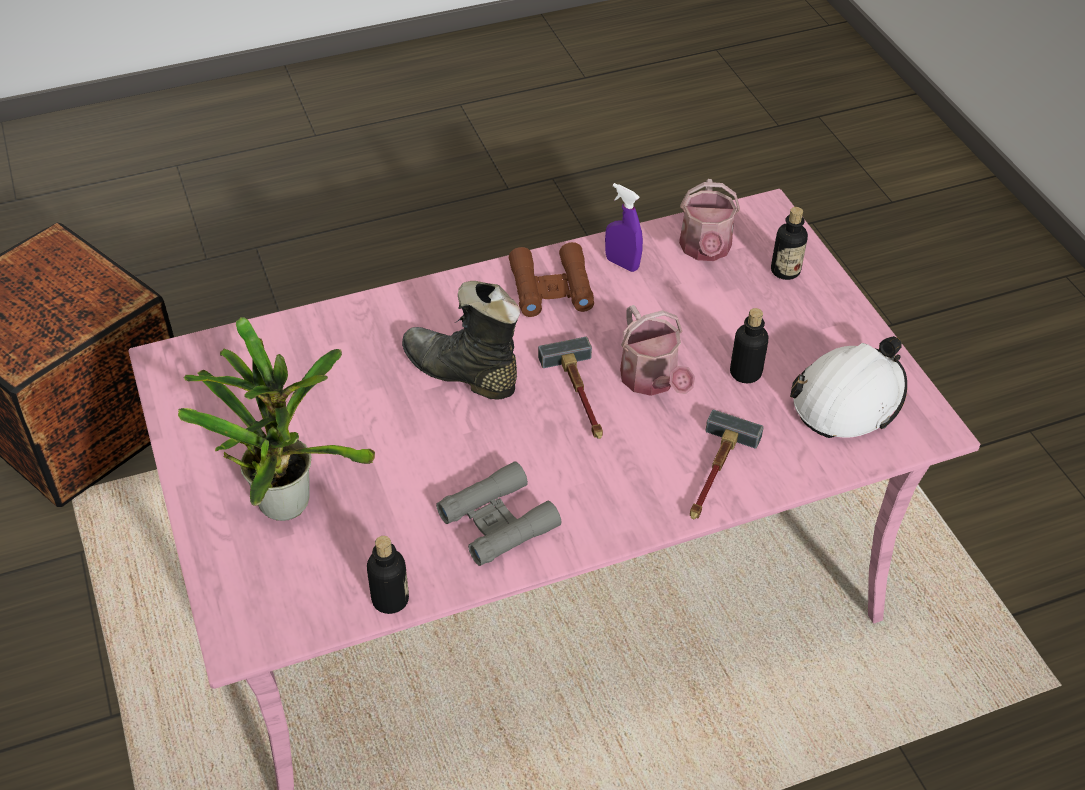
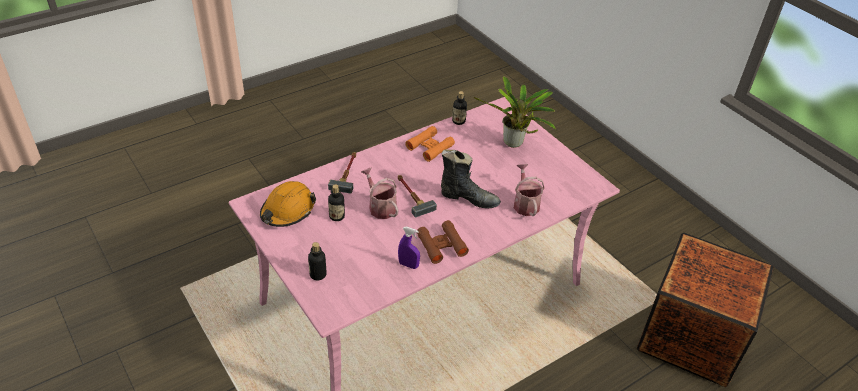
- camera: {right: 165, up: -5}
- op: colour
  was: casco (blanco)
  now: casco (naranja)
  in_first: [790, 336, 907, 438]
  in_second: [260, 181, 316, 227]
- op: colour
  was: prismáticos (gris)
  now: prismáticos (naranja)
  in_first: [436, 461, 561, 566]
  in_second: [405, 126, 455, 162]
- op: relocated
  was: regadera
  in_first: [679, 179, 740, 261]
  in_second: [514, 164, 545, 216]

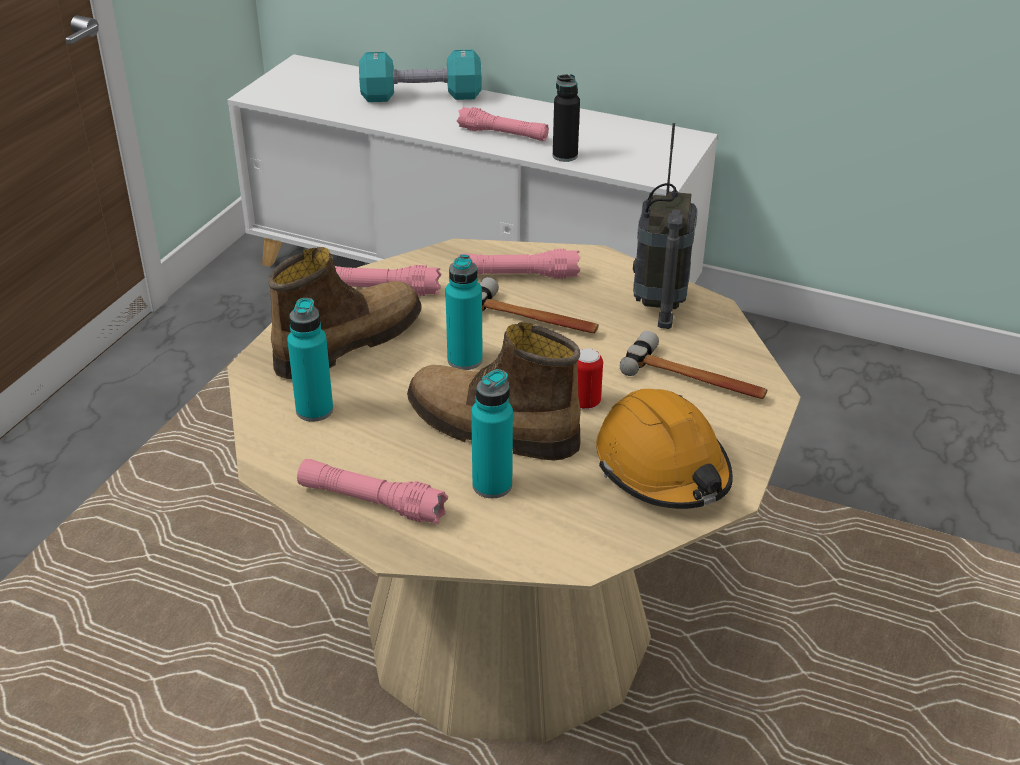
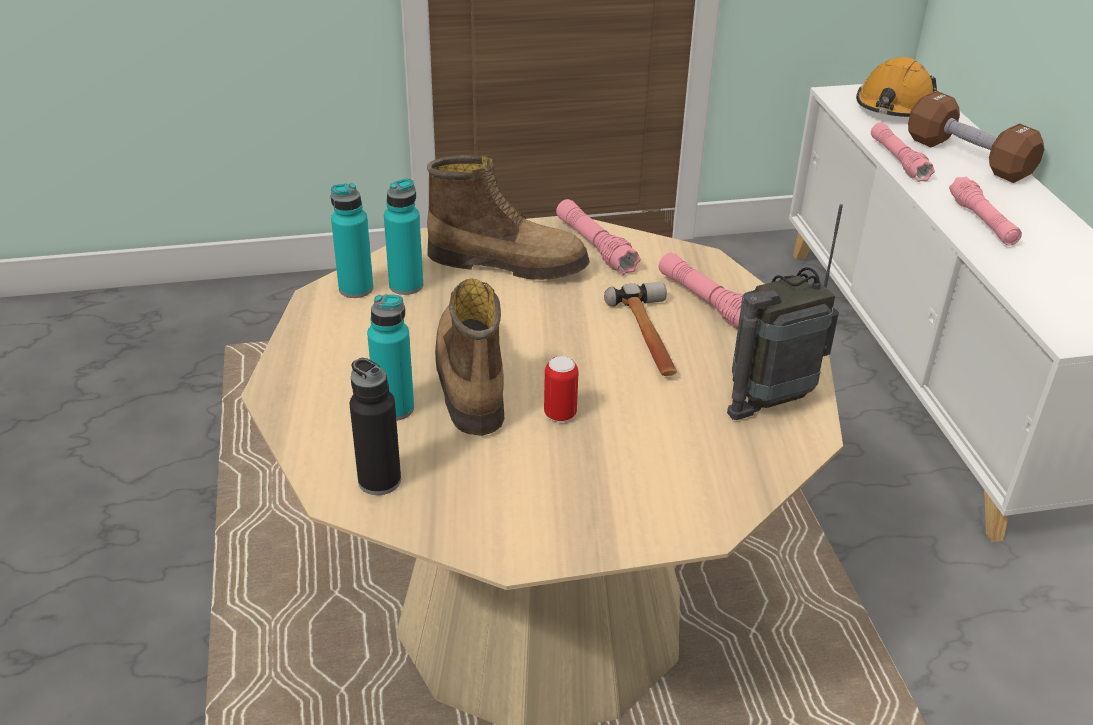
- camera: {right: 55, up: 0}
- op: relocated
  was: botella (turquesa)
  in_first: [445, 254, 483, 370]
  in_second: [331, 183, 373, 298]
- op: relocated
  was: botella (negro)
  in_first: [553, 74, 580, 162]
  in_second: [349, 358, 401, 495]
- op: relocated
  was: casco (naranja)
  in_first: [596, 389, 733, 509]
  in_second: [856, 57, 937, 117]
- op: relocated
  was: linterna (rosa)
  in_first: [297, 459, 448, 524]
  in_second: [871, 123, 935, 182]
- op: colour
  was: mancuerna (turquesa)
  now: mancuerna (marrón)
  in_first: [359, 50, 482, 102]
  in_second: [908, 91, 1044, 183]
- op: missing
  was: martillo
  in_first: [620, 331, 767, 399]

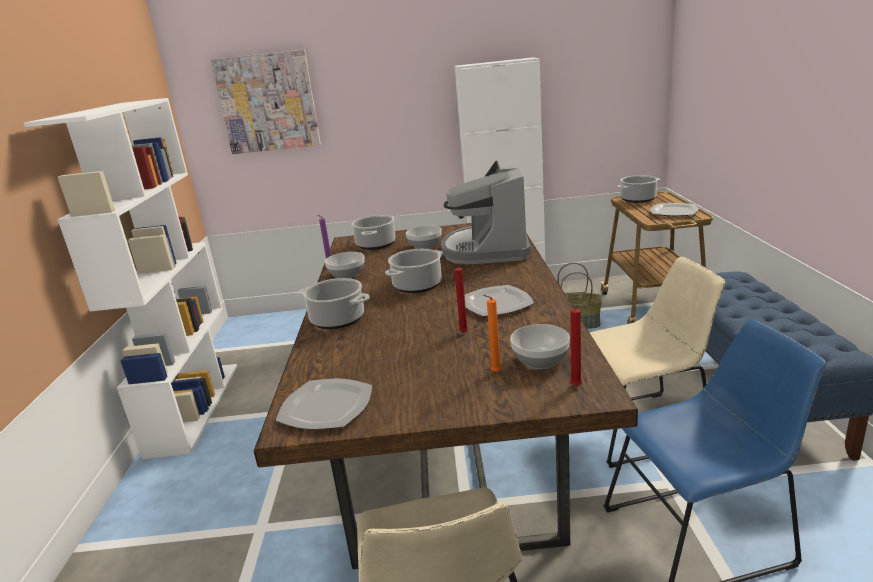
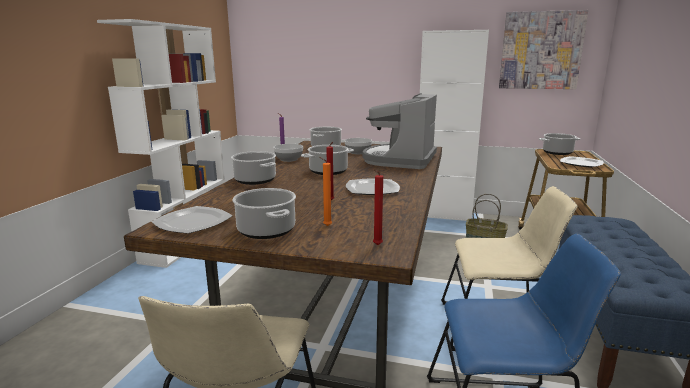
- camera: {right: 15, up: -5}
- op: appeared
  now: olla
  in_second: [232, 188, 296, 239]
- op: relocated
  was: cuadro
  in_first: [211, 50, 321, 154]
  in_second: [499, 10, 588, 89]
- op: missing
  was: cuenco
  in_first: [510, 324, 570, 369]

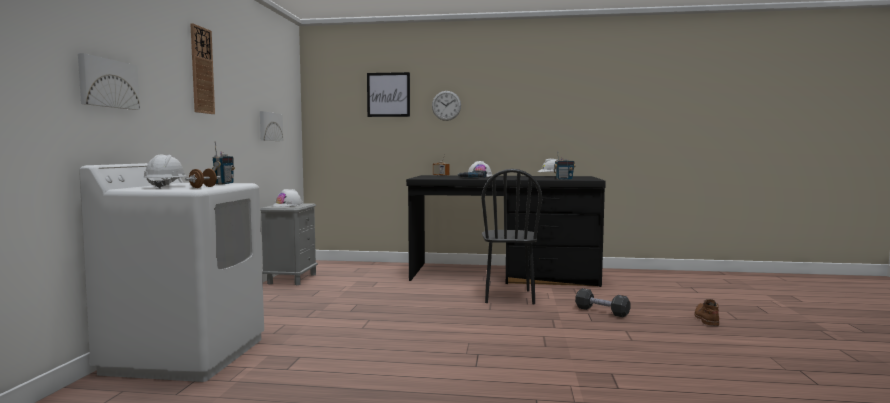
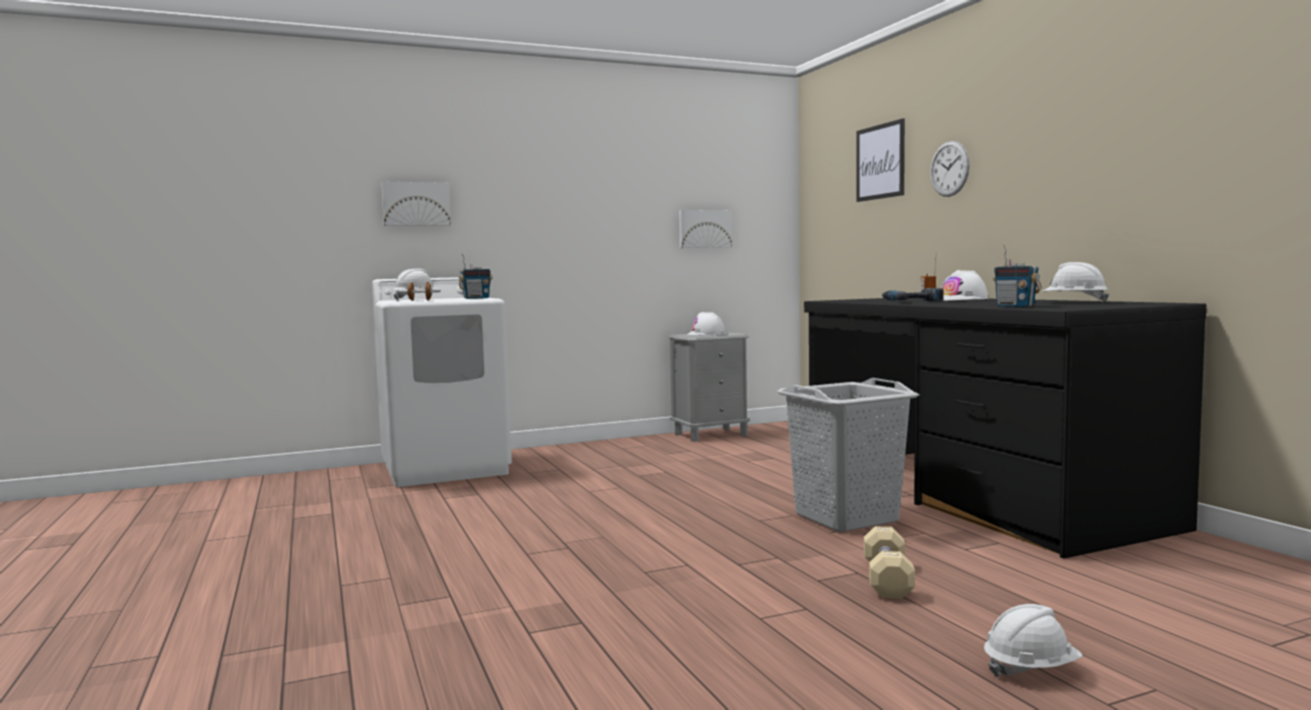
- camera: {right: 60, up: 0}
- op: exchanged
  was: silla (negro)
  now: cesto de la ropa (gris)
  in_first: [481, 169, 542, 304]
  in_second: [777, 378, 919, 532]
- op: colour
  was: mancuerna (negro)
  now: mancuerna (beis)
  in_first: [575, 288, 631, 317]
  in_second: [864, 526, 915, 599]
- op: exchanged
  was: bota (marrón)
  now: casco (blanco)
  in_first: [694, 299, 719, 326]
  in_second: [984, 604, 1082, 677]
- op: missing
  was: reloj de pared
  in_first: [190, 23, 215, 114]

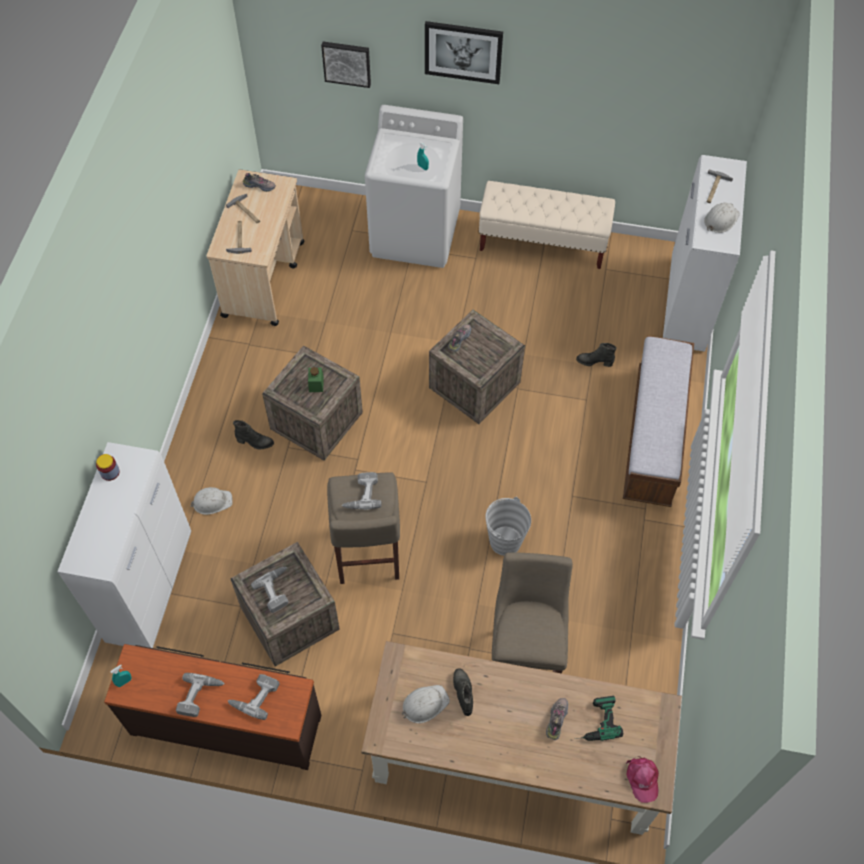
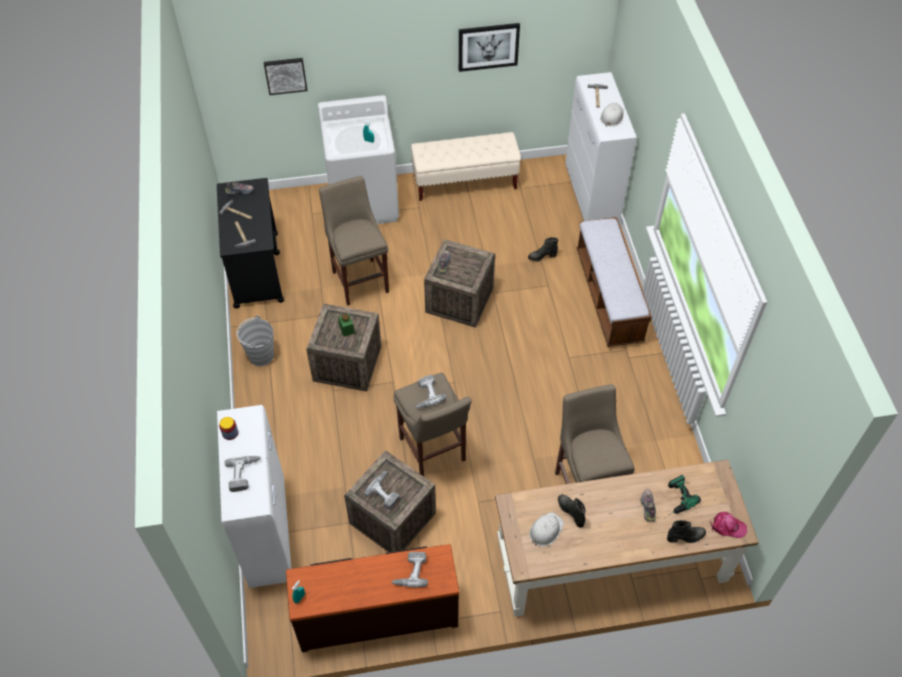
- camera: {right: -20, up: -5}
- op: colour
  was: carrito (beis)
  now: carrito (negro)
  in_first: [207, 170, 304, 326]
  in_second: [217, 178, 284, 309]
- op: relocated
  was: taladro
  in_first: [176, 673, 224, 717]
  in_second: [225, 456, 261, 492]
- op: relocated
  was: cubo (gris)
  in_first: [485, 497, 531, 556]
  in_second: [237, 316, 274, 366]
- op: appeared
  now: taburete (beis)
  in_second: [319, 176, 389, 306]
- op: relocated
  was: cuadro
  in_first: [425, 21, 503, 84]
  in_second: [459, 23, 520, 72]
- op: relocated
  was: bota (negro)
  in_first: [233, 420, 274, 450]
  in_second: [667, 520, 706, 543]
- op: spun
  was: gorra (rosa)
  in_first: [626, 756, 659, 803]
  in_second: [710, 512, 747, 538]
  clockwise: -45
- op: missing
  was: casco (blanco)
  in_first: [190, 487, 233, 515]

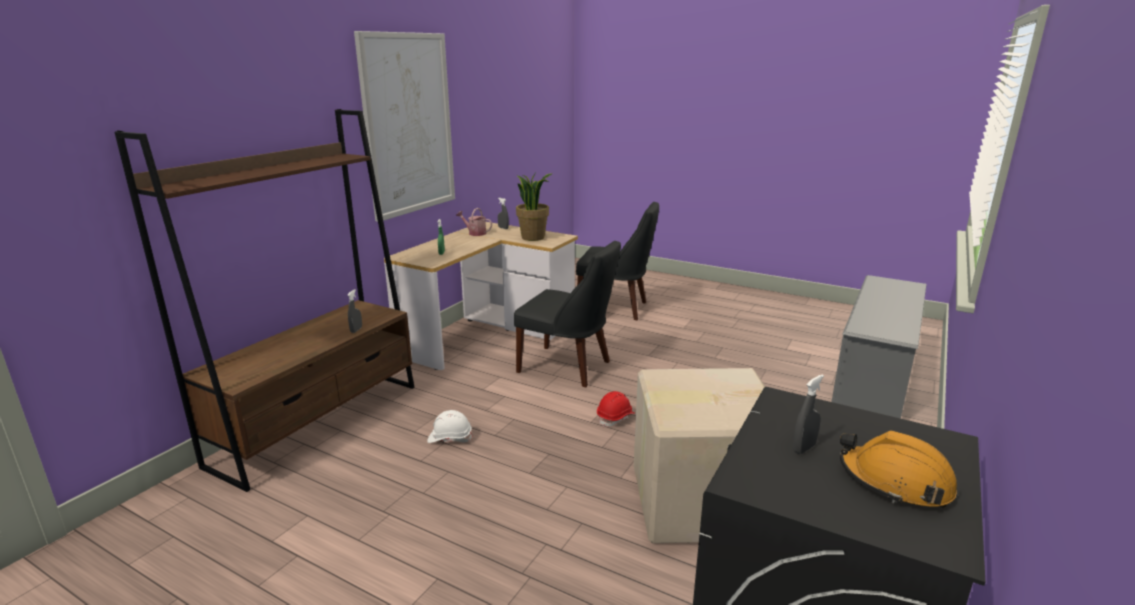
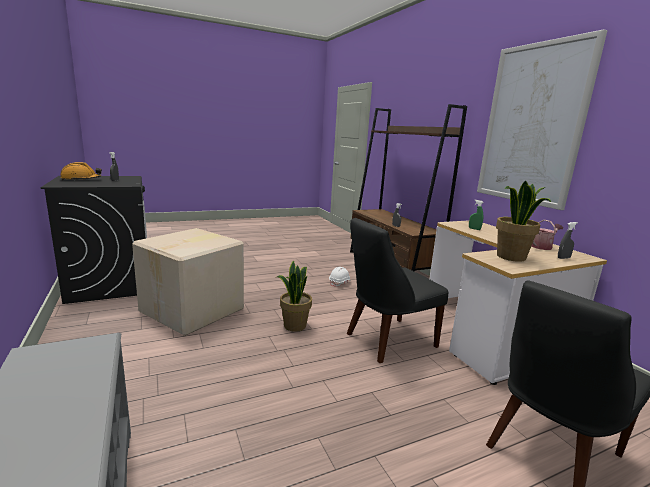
- camera: {right: 125, up: -5}
- op: exchanged
  was: casco (rojo)
  now: planta en maceta
  in_first: [597, 391, 634, 427]
  in_second: [277, 261, 312, 332]

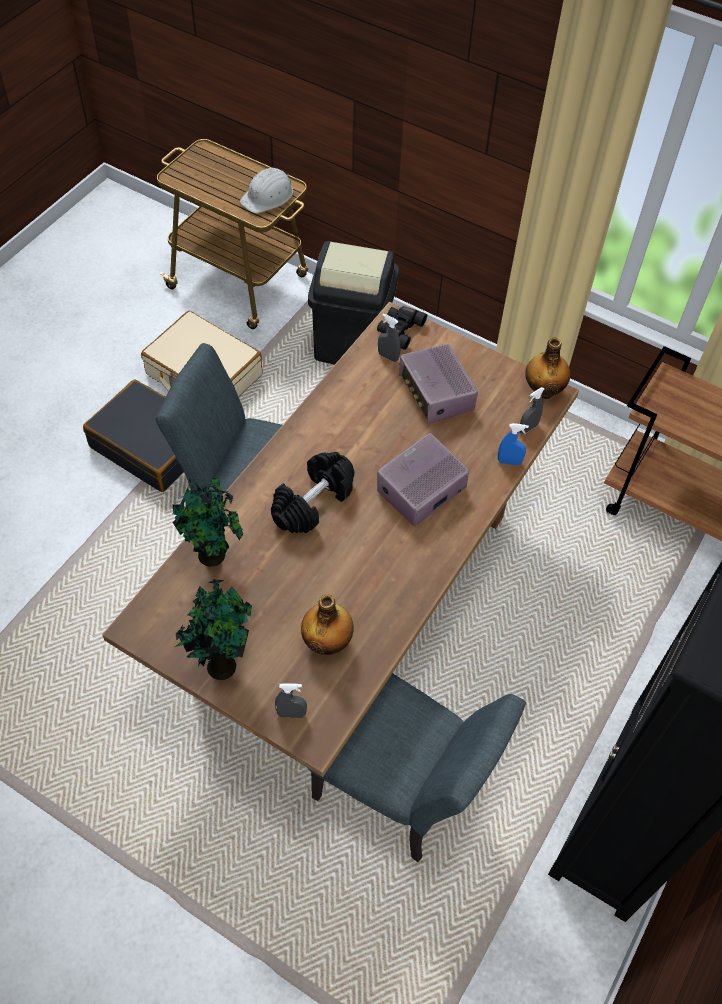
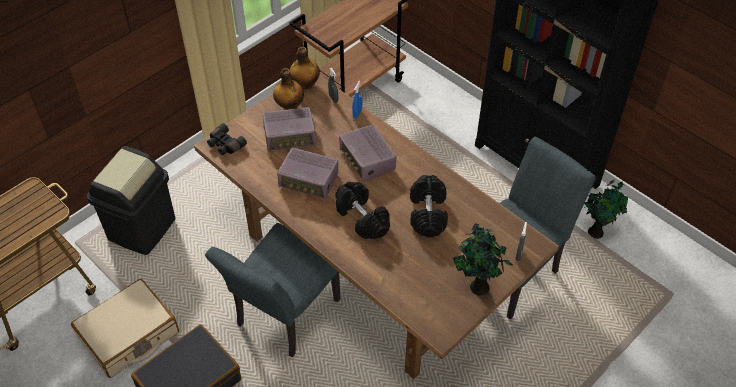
- camera: {right: -75, up: -5}
- op: relocated
  was: botella
  in_first: [301, 594, 354, 655]
  in_second: [273, 68, 304, 110]
- op: appeared
  now: radio
  in_second: [277, 148, 338, 199]
- op: appeared
  now: mancuerna (negro)
  in_second: [410, 175, 448, 238]
- op: relocated
  was: planta en maceta
  in_first: [172, 478, 243, 567]
  in_second: [584, 179, 628, 239]
- op: missing
  was: casco (blanco)
  in_first: [240, 168, 293, 213]
- op: missing
  was: pulverizador (gris)
  in_first: [378, 313, 401, 362]

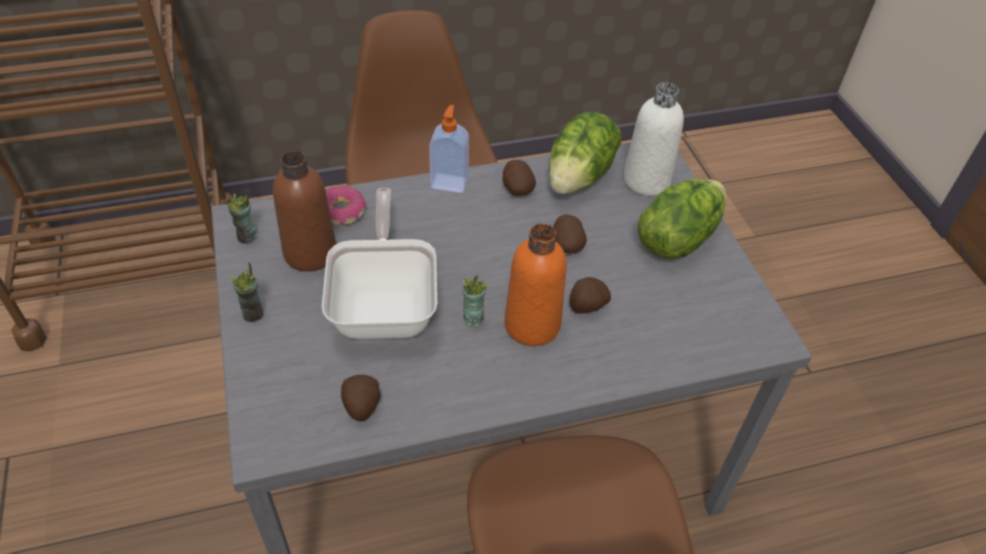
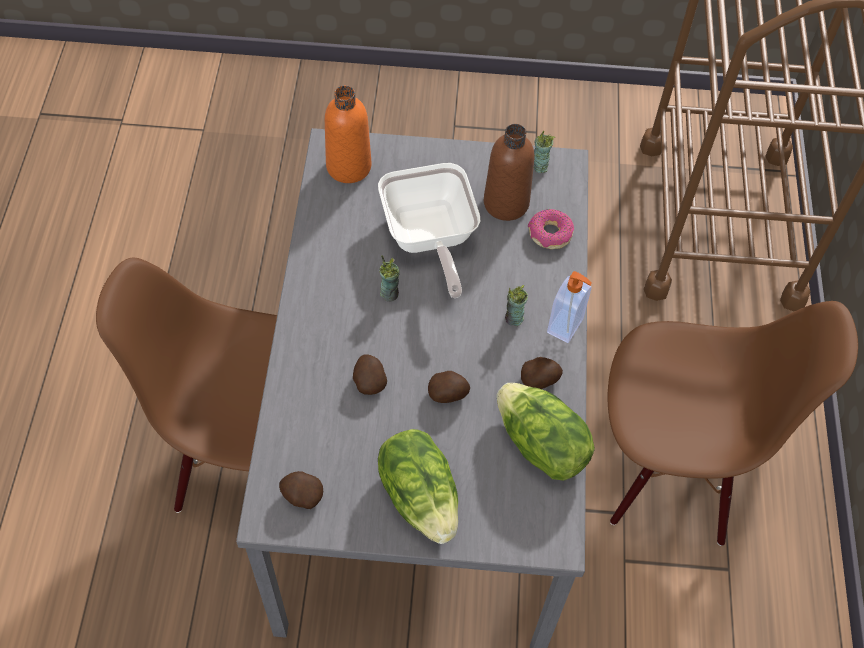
- camera: {right: 110, up: 10}
- op: relocated
  was: patata
  in_first: [341, 375, 381, 421]
  in_second: [279, 471, 323, 509]
- op: relocated
  was: botella (naranja)
  in_first: [505, 224, 567, 346]
  in_second: [325, 86, 371, 183]
- op: spun
  was: sartén
  in_first: [322, 188, 437, 339]
  in_second: [378, 163, 480, 298]
  clockwise: 60
- op: relocated
  was: taza
  in_first: [231, 262, 263, 322]
  in_second: [505, 285, 528, 326]
- op: missing
  was: botella (blanco)
  in_first: [623, 83, 684, 196]

